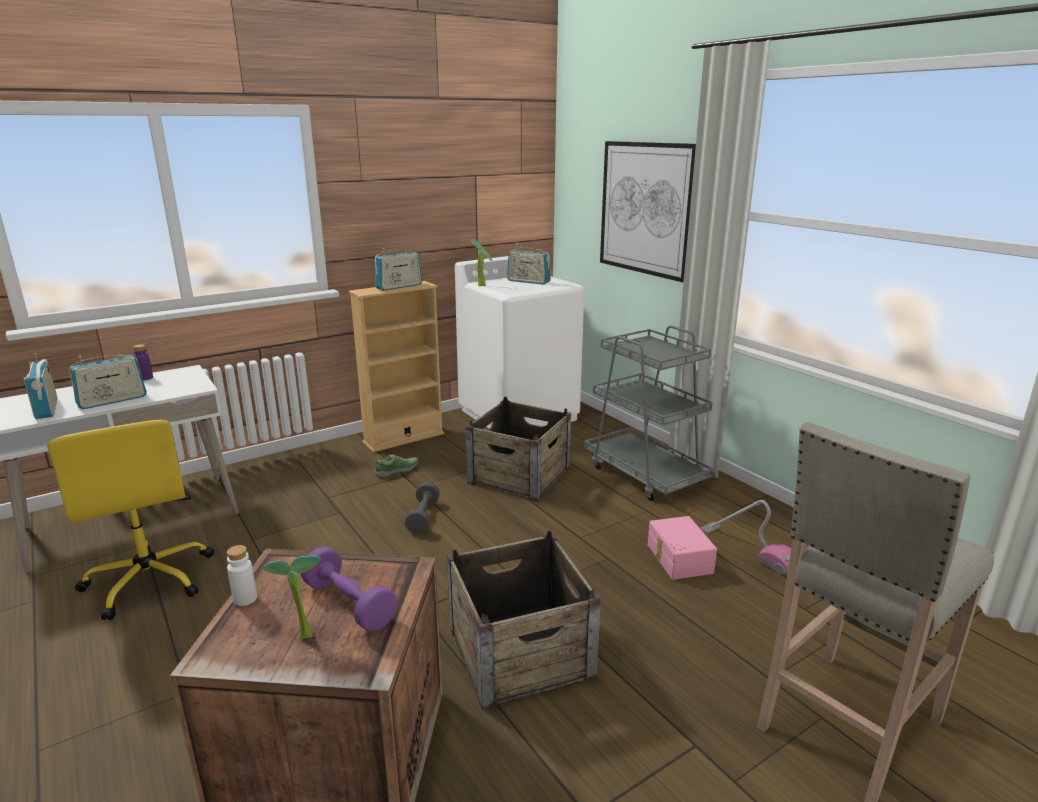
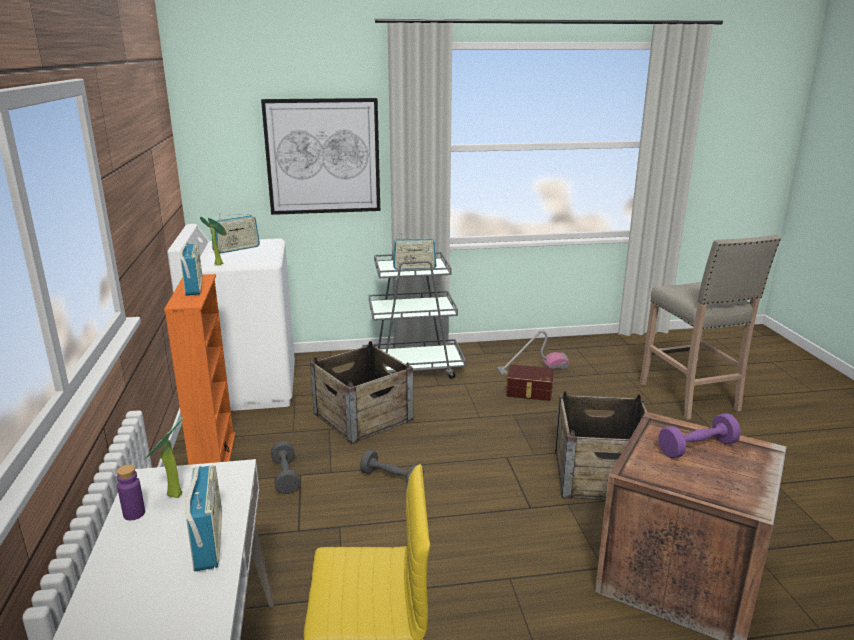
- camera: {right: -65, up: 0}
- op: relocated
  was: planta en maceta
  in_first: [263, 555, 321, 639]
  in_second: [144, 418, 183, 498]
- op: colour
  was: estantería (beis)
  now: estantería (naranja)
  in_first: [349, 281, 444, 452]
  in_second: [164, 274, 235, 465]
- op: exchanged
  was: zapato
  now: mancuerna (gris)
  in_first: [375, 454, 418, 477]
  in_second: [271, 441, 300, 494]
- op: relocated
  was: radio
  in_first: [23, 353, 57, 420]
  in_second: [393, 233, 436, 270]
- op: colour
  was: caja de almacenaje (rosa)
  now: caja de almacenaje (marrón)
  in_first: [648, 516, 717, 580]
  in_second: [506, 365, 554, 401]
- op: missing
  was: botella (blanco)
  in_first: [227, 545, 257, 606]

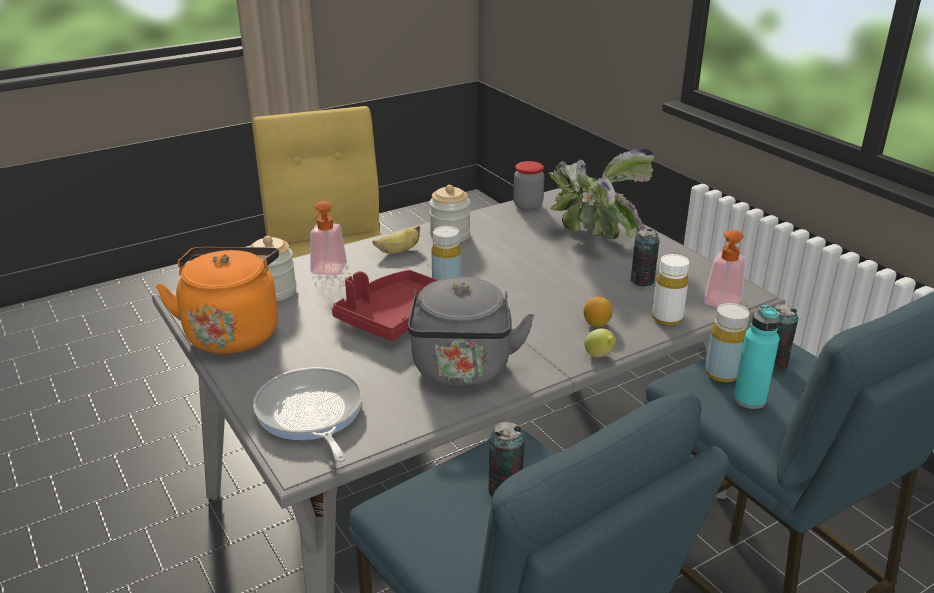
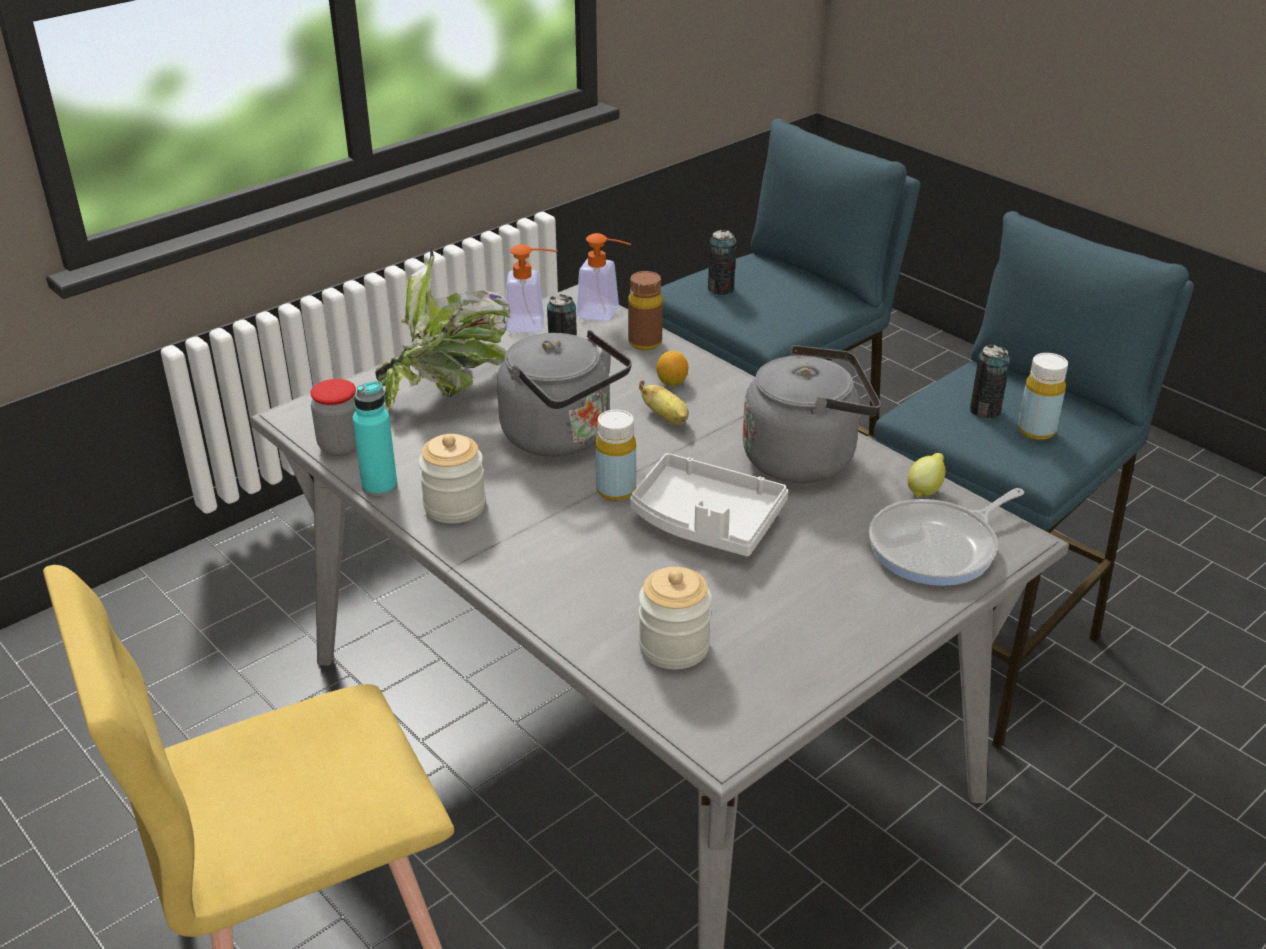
- camera: {right: -100, up: 5}
- op: relocated
  was: botella (turquesa)
  in_first: [733, 305, 780, 409]
  in_second: [352, 381, 398, 497]
- op: appeared
  now: hervidor (gris)
  in_second: [497, 330, 631, 456]
- op: relocated
  was: dispensador de jabón
  in_first: [310, 201, 347, 276]
  in_second: [506, 244, 558, 332]
- op: colour
  was: botella (blanco)
  now: botella (marrón)
  in_first: [652, 254, 689, 326]
  in_second: [628, 271, 663, 350]
- op: colour
  was: bandeja (rojo)
  now: bandeja (gris)
  in_first: [332, 270, 437, 341]
  in_second: [630, 453, 788, 557]
- op: relocated
  was: plátano
  in_first: [373, 226, 420, 254]
  in_second: [639, 380, 689, 425]
- op: relocated
  was: limón
  in_first: [584, 329, 616, 357]
  in_second: [908, 453, 945, 497]
- op: relocated
  was: botella (amarillo)
  in_first: [705, 303, 749, 383]
  in_second: [1018, 353, 1068, 440]
- op: missing
  was: hervidor (naranja)
  in_first: [156, 247, 279, 354]

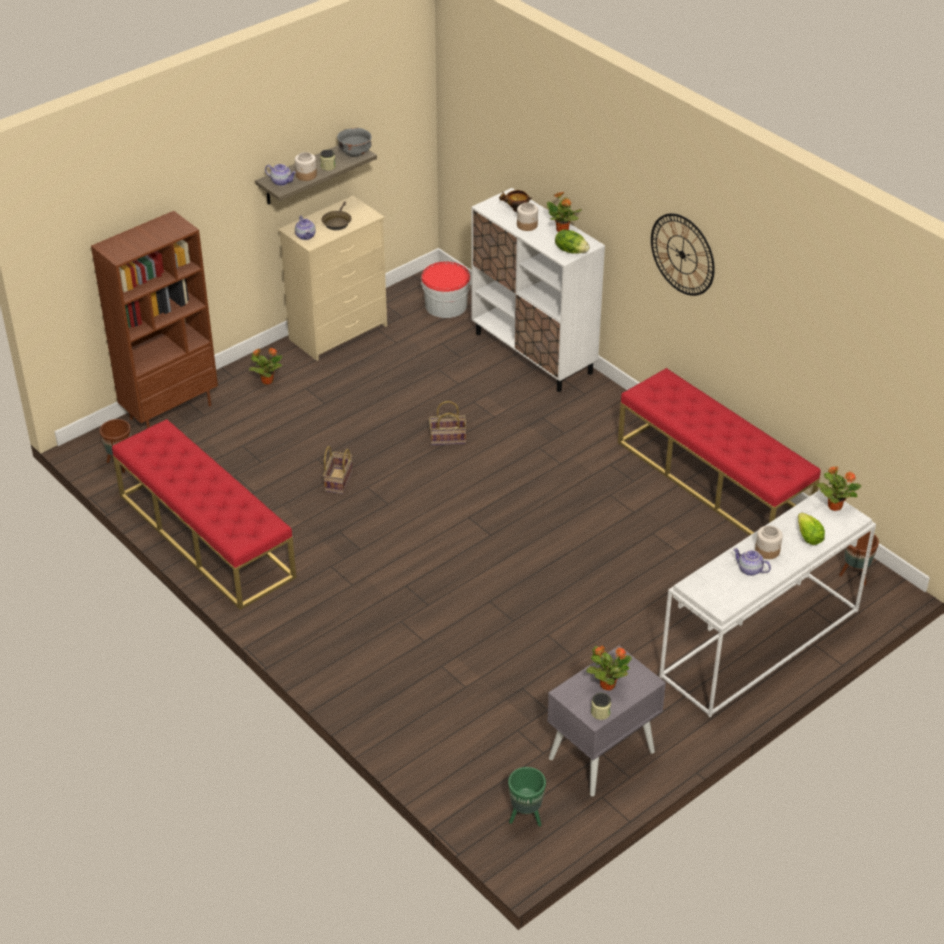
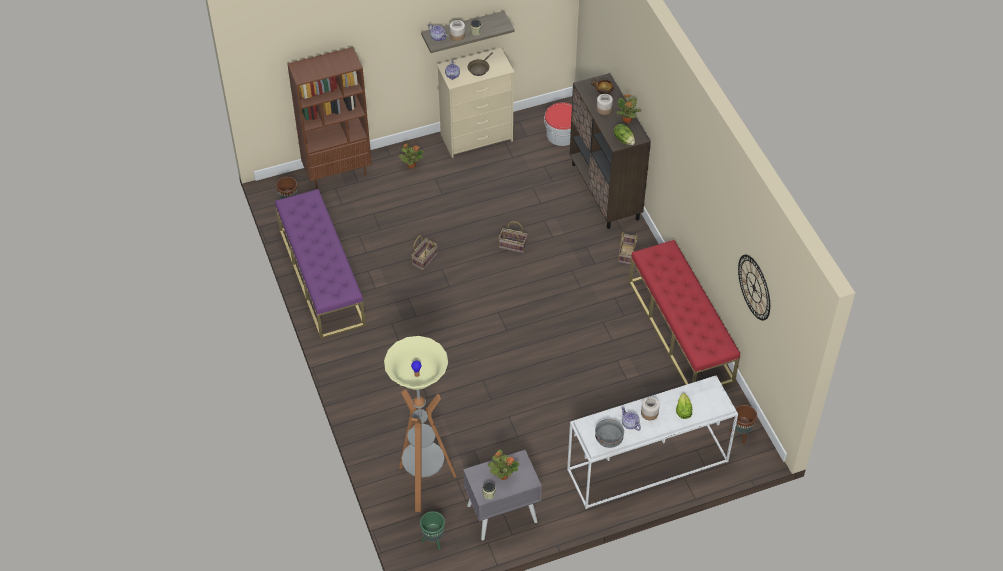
- camera: {right: 20, up: 10}
- op: colour
  was: banco (rojo)
  now: banco (morado)
  in_first: [112, 419, 296, 610]
  in_second: [275, 189, 366, 339]
- op: appeared
  now: lámpara de pie
  in_second: [384, 336, 457, 512]
- op: colour
  was: armario (blanco)
  now: armario (marrón)
  in_first: [471, 188, 605, 392]
  in_second: [570, 73, 651, 229]
- op: relocated
  was: cuenco (gris)
  in_first: [337, 128, 372, 157]
  in_second: [595, 419, 624, 448]
- op: appeared
  now: cesta
  in_second: [618, 231, 638, 265]
- op: relocated
  was: reloj de pared
  in_first: [651, 213, 715, 296]
  in_second: [738, 255, 770, 321]
- op: missing
  was: planta en maceta
  in_first: [816, 466, 861, 511]

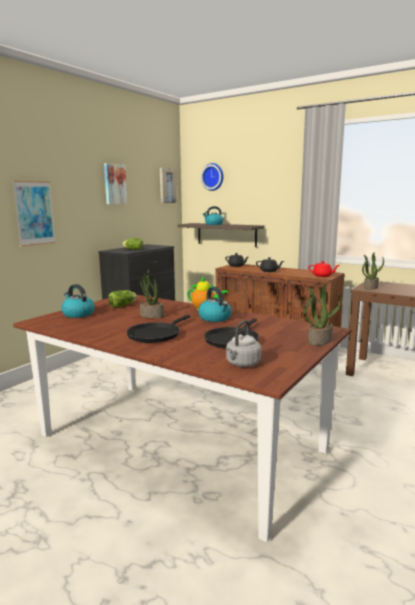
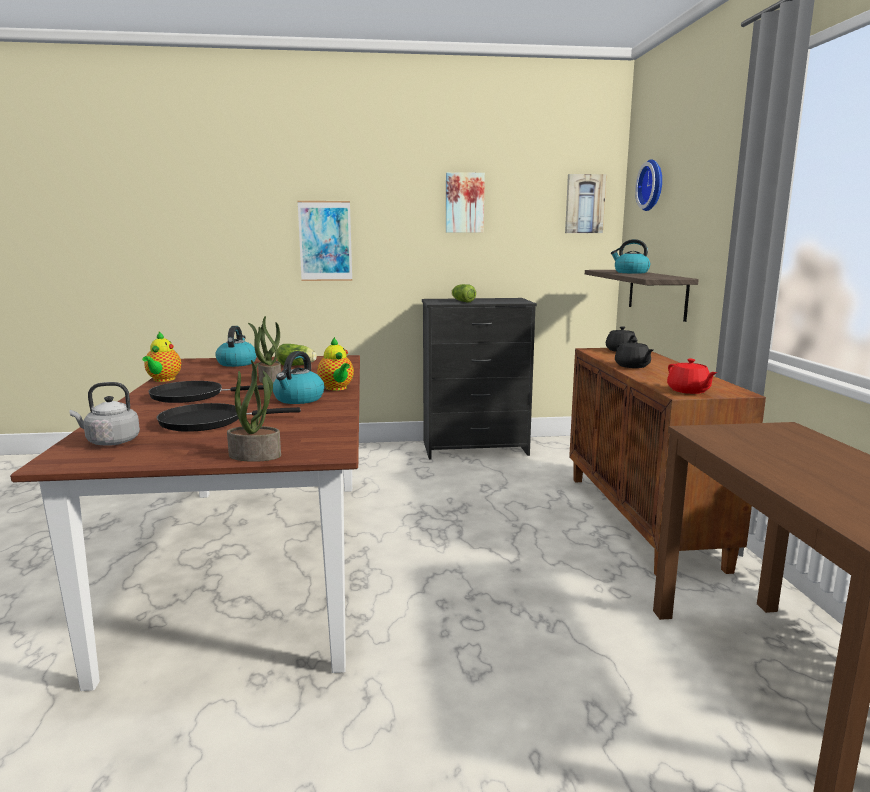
- camera: {right: 50, up: 0}
- op: appeared
  now: tetera
  in_second: [142, 332, 181, 382]
- op: missing
  was: planta en maceta
  in_first: [362, 252, 384, 290]

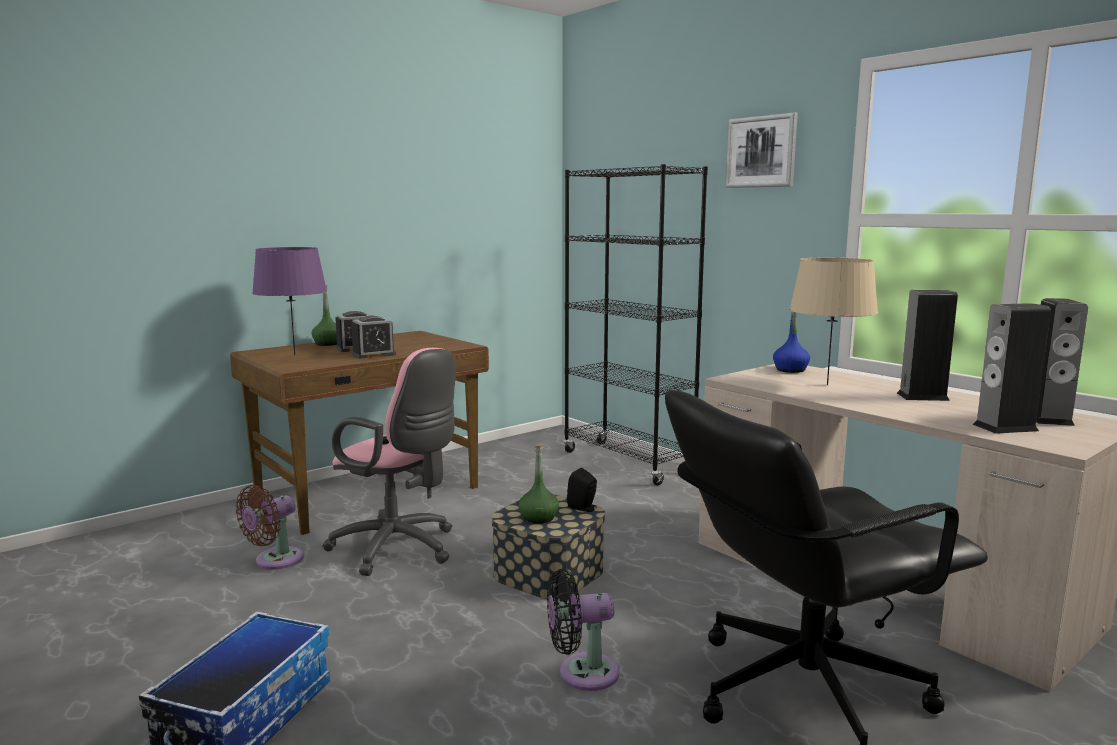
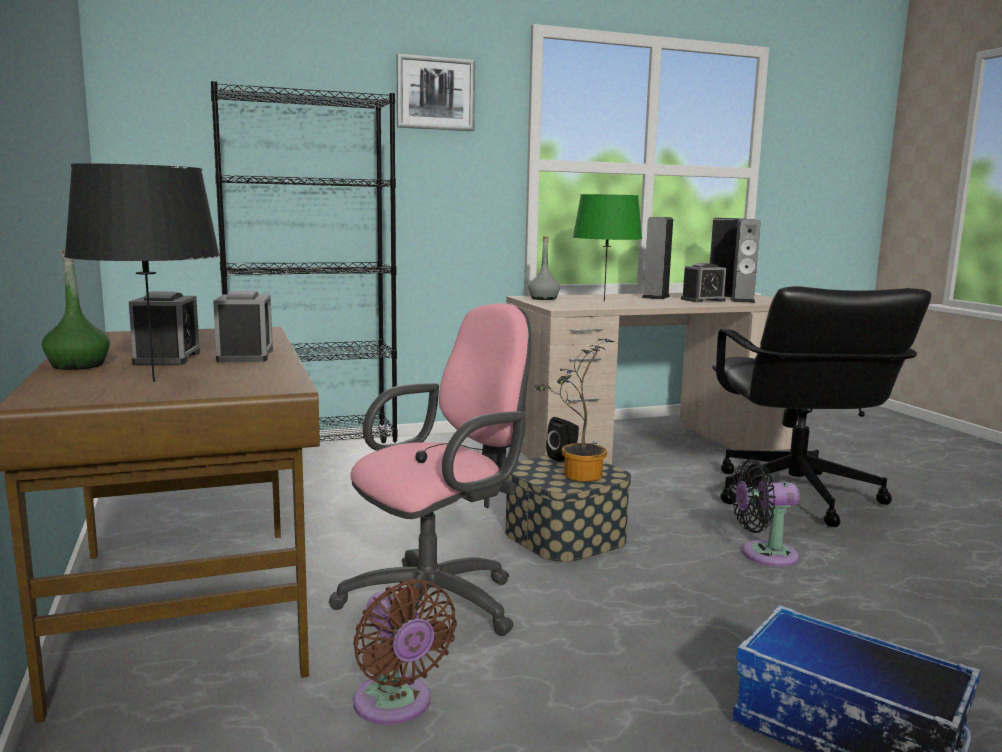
- camera: {right: -70, up: 0}
- op: colour
  was: lámpara de mesa (morado)
  now: lámpara de mesa (negro)
  in_first: [252, 247, 327, 356]
  in_second: [64, 163, 220, 382]
- op: colour
  was: botella (azul)
  now: botella (gris)
  in_first: [773, 311, 810, 373]
  in_second: [528, 236, 560, 300]
- op: exchanged
  was: botella (verde)
  now: planta en maceta
  in_first: [519, 444, 559, 524]
  in_second: [534, 339, 615, 482]
- op: colour
  was: lámpara de mesa (beis)
  now: lámpara de mesa (verde)
  in_first: [789, 258, 878, 385]
  in_second: [573, 194, 642, 301]
- op: appeared
  now: despertador
  in_second: [681, 263, 726, 302]
- op: spun
  was: ventilador (negro)
  in_first: [547, 569, 619, 691]
  in_second: [732, 459, 799, 567]
  clockwise: 75

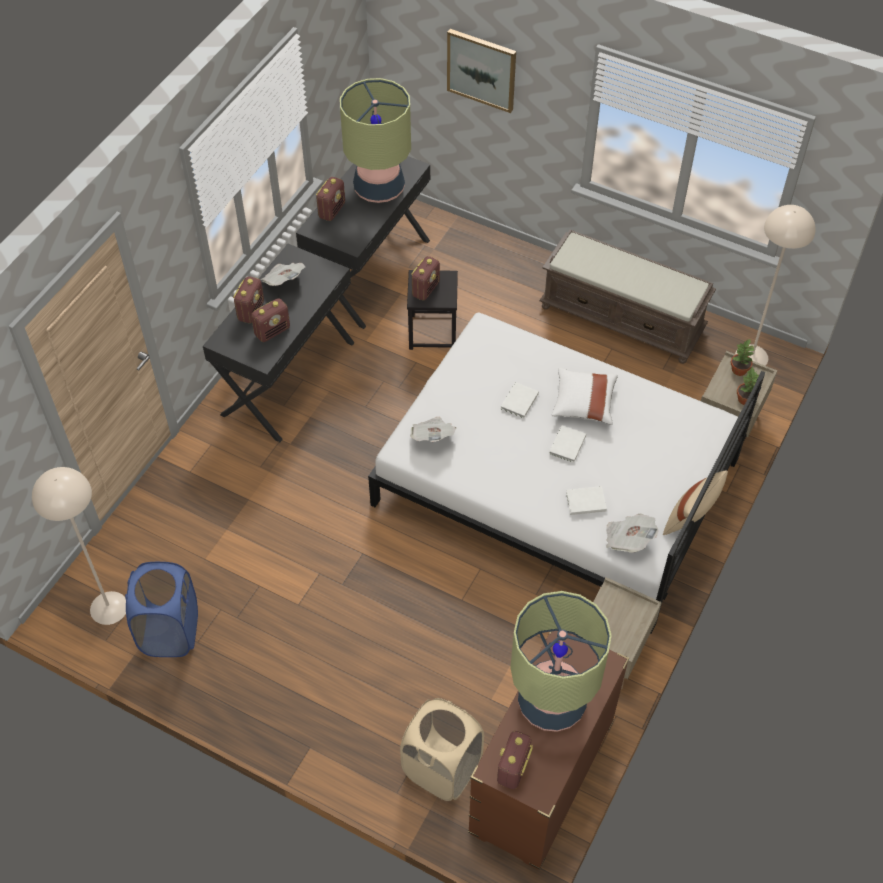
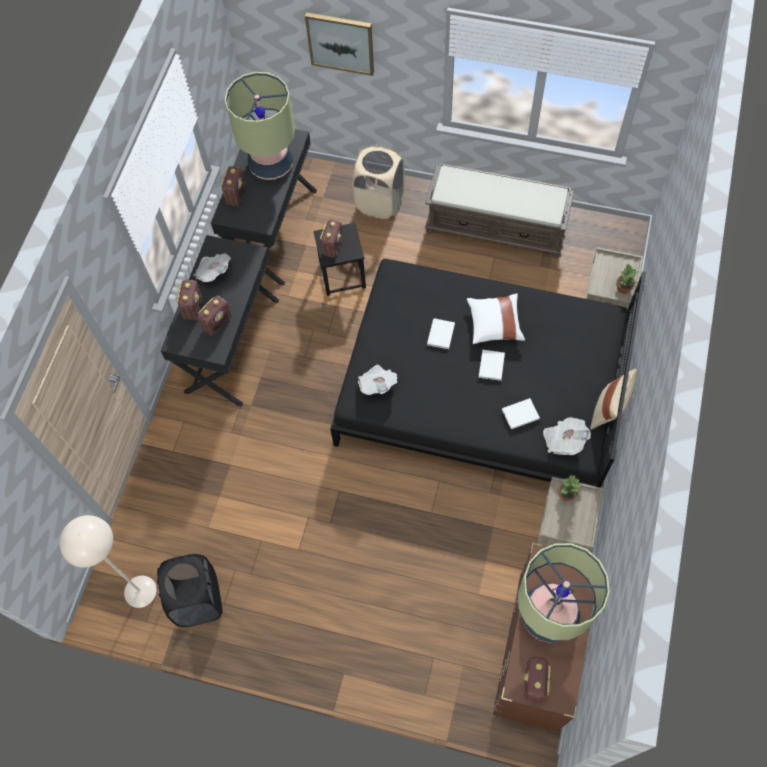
- camera: {right: -10, up: 10}
- op: colour
  was: cesto de la ropa (azul)
  now: cesto de la ropa (negro)
  in_first: [125, 562, 198, 657]
  in_second: [157, 554, 223, 627]
- op: colour
  was: cama (blanco)
  now: cama (negro)
  in_first: [368, 312, 765, 634]
  in_second: [330, 259, 646, 488]
- op: relocated
  was: cesto de la ropa (beis)
  in_first: [400, 698, 484, 801]
  in_second: [352, 145, 405, 219]
- op: relocated
  was: planta en maceta
  in_first: [731, 338, 755, 376]
  in_second: [558, 475, 580, 501]
- op: missing
  was: lámpara de pie (beis)
  in_first: [735, 205, 815, 366]

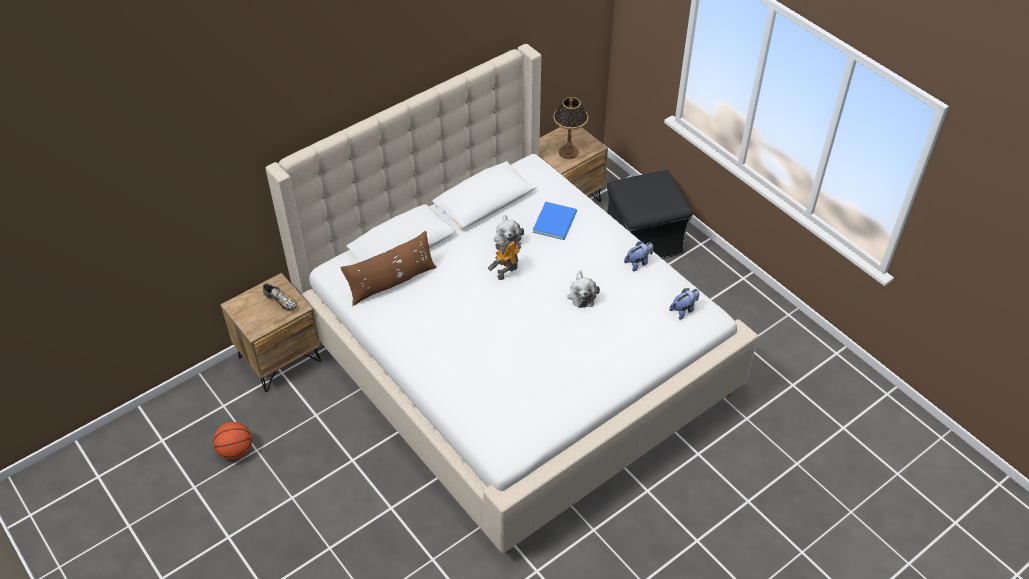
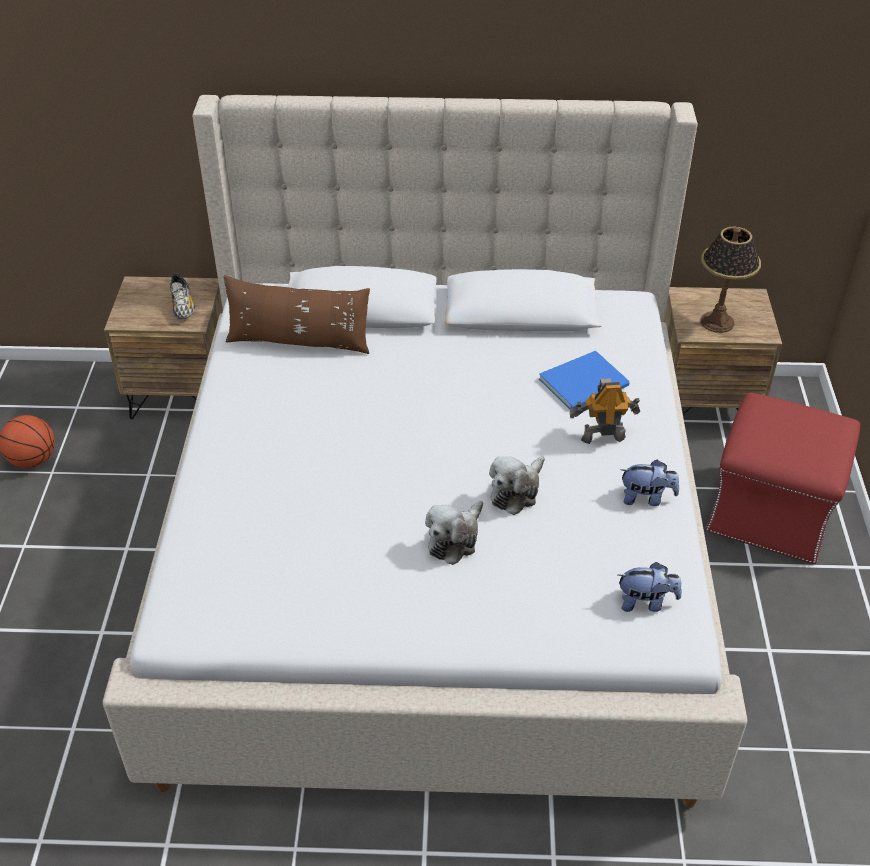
- camera: {right: 40, up: -5}
- op: relocated
  was: peluche
  in_first: [494, 215, 524, 246]
  in_second: [425, 501, 483, 565]
- op: relocated
  was: robot de juguete
  in_first: [488, 240, 521, 280]
  in_second: [570, 378, 640, 444]
- op: colour
  was: puf (negro)
  now: puf (rojo)
  in_first: [607, 170, 693, 259]
  in_second: [706, 392, 860, 564]

